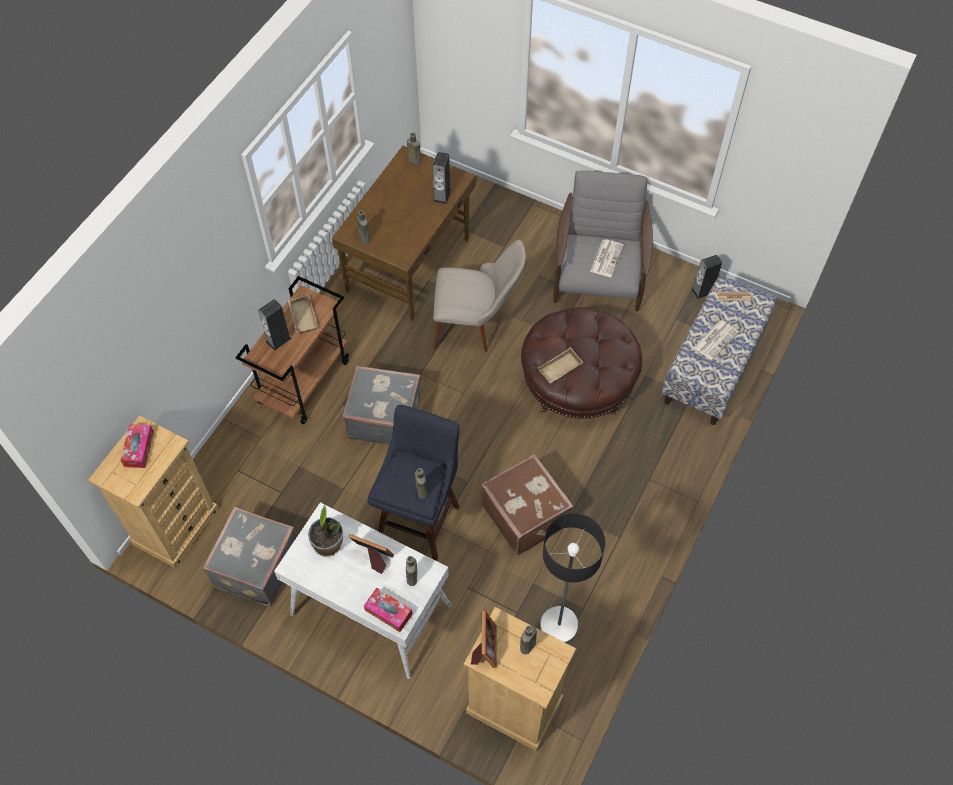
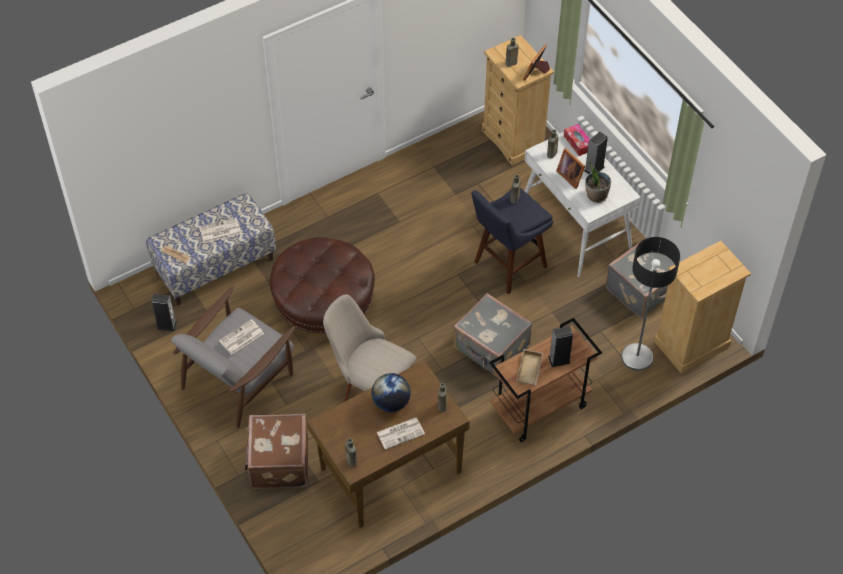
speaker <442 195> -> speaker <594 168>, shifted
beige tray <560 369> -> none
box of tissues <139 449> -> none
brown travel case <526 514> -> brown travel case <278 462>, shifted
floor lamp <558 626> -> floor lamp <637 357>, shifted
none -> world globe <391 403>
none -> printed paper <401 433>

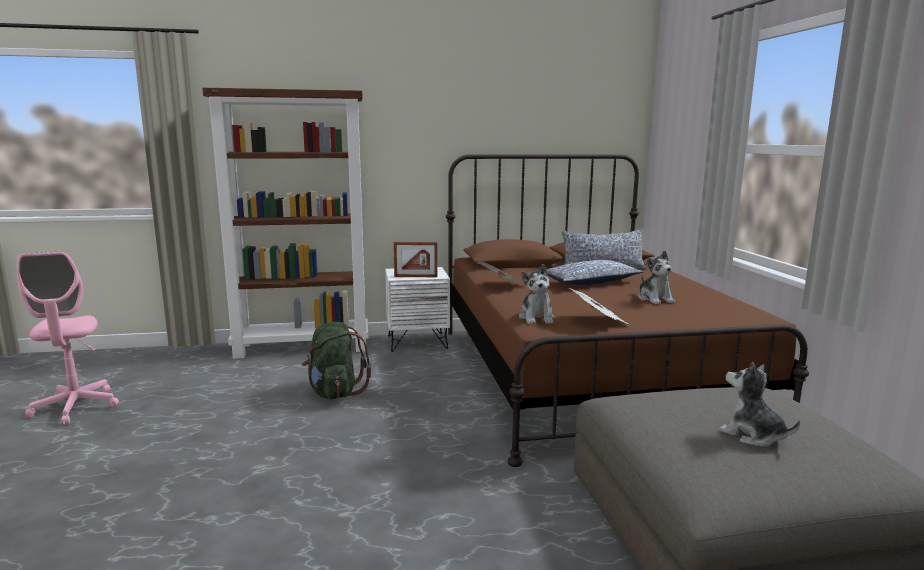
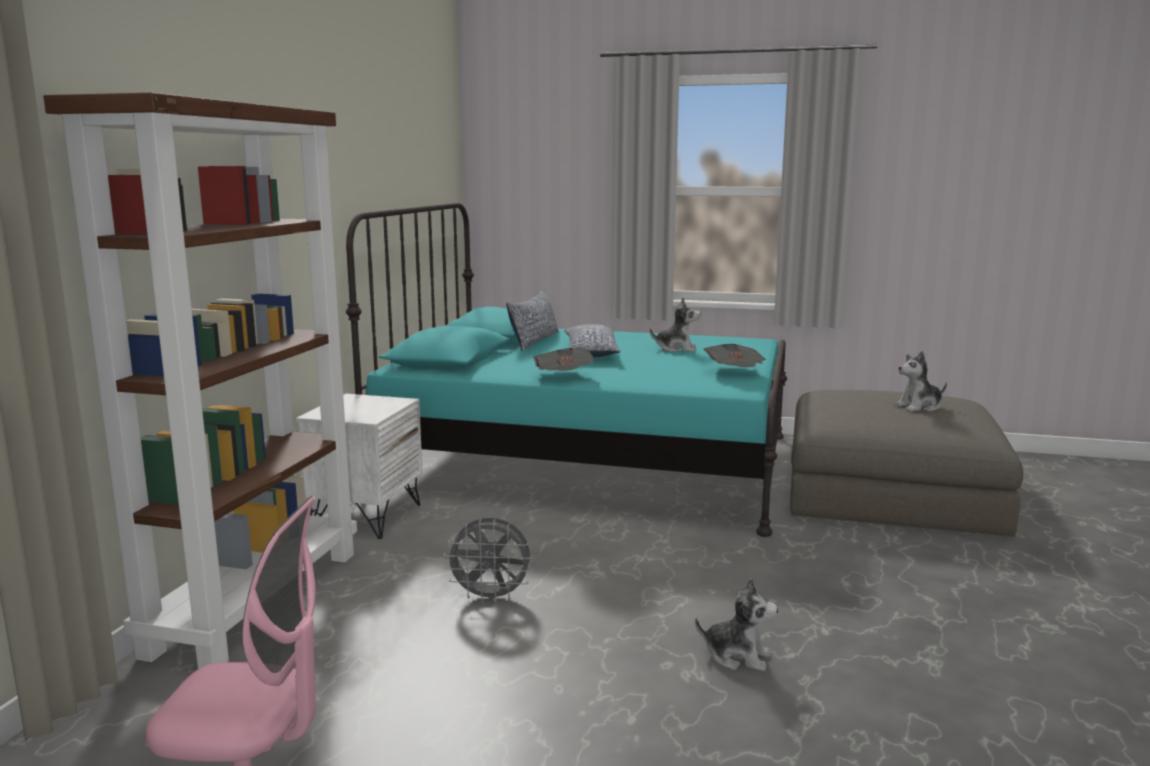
brown sleeping bed <585 375> -> blue-green sleeping bed <589 463>
picture frame <415 276> -> none
soft toy <537 318> -> soft toy <737 656>, shifted
green-coloured rucksack <335 392> -> gray electric fan <491 597>

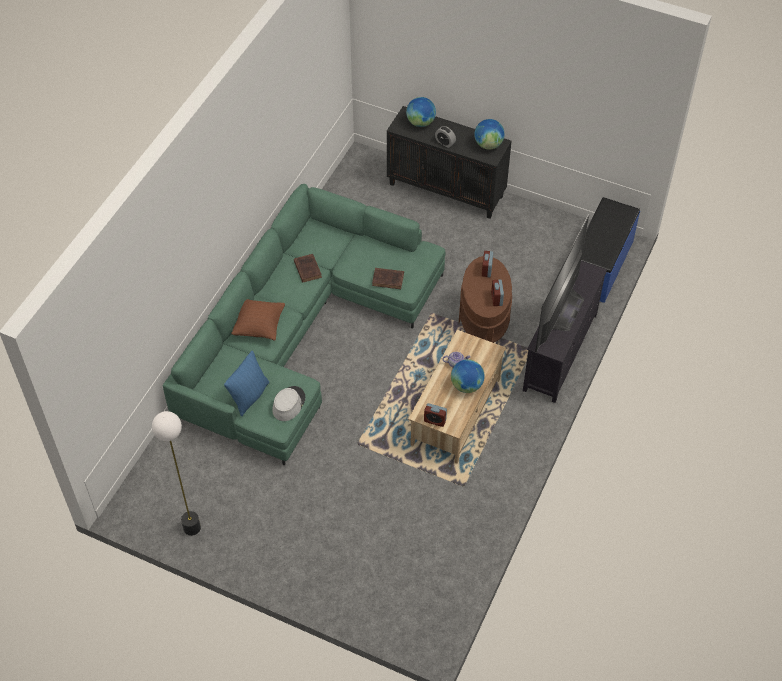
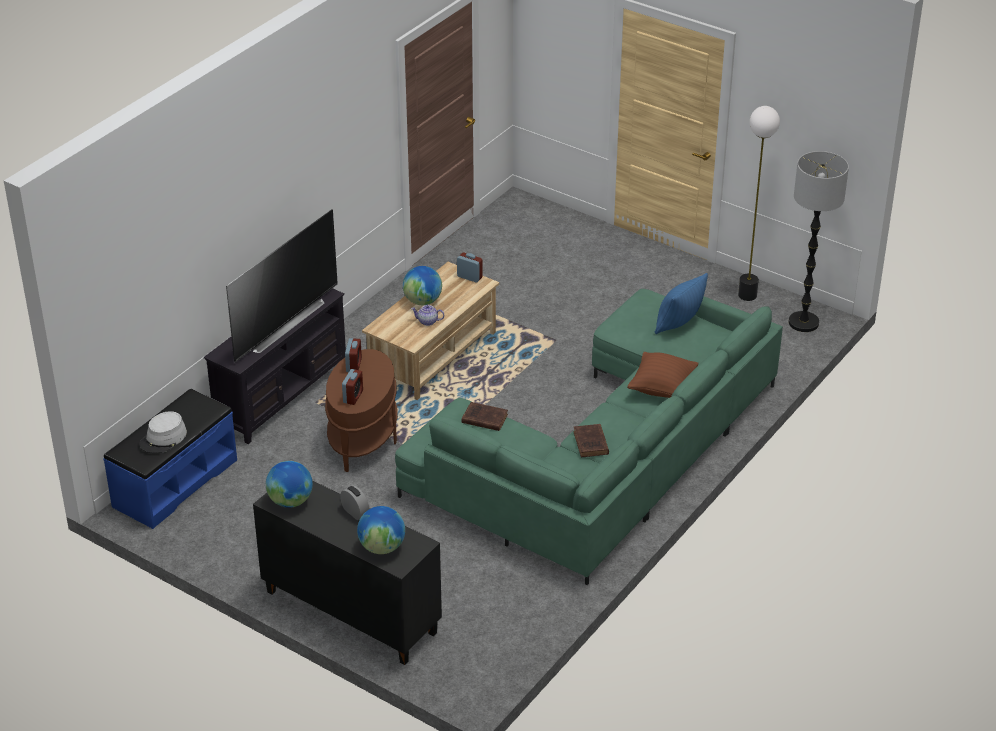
gray clothing hat <288 404> -> gray clothing hat <163 438>, shifted
none -> floor lamp <803 322>

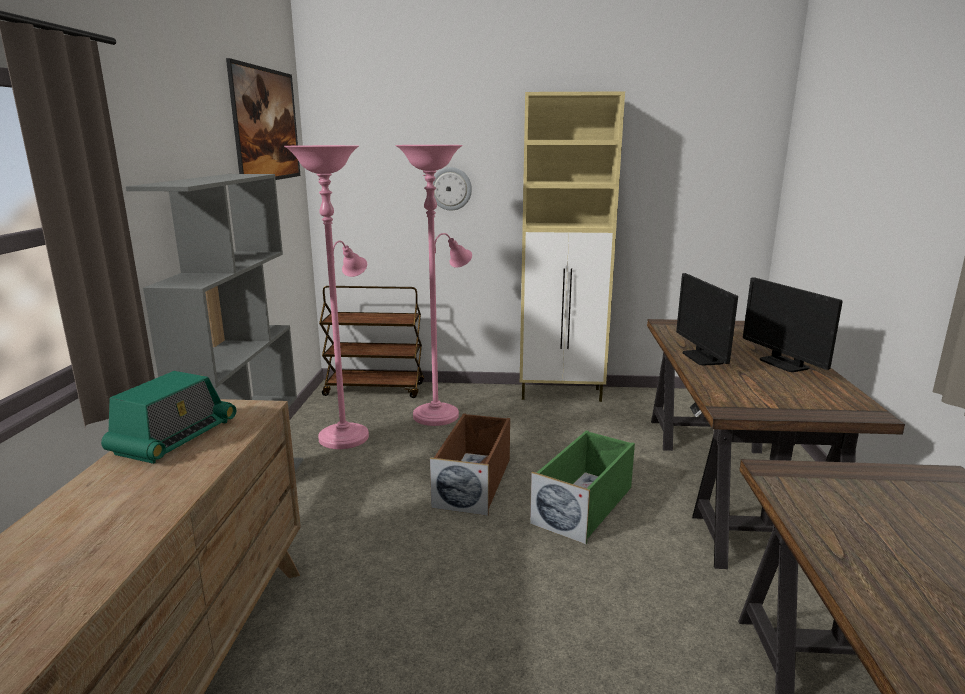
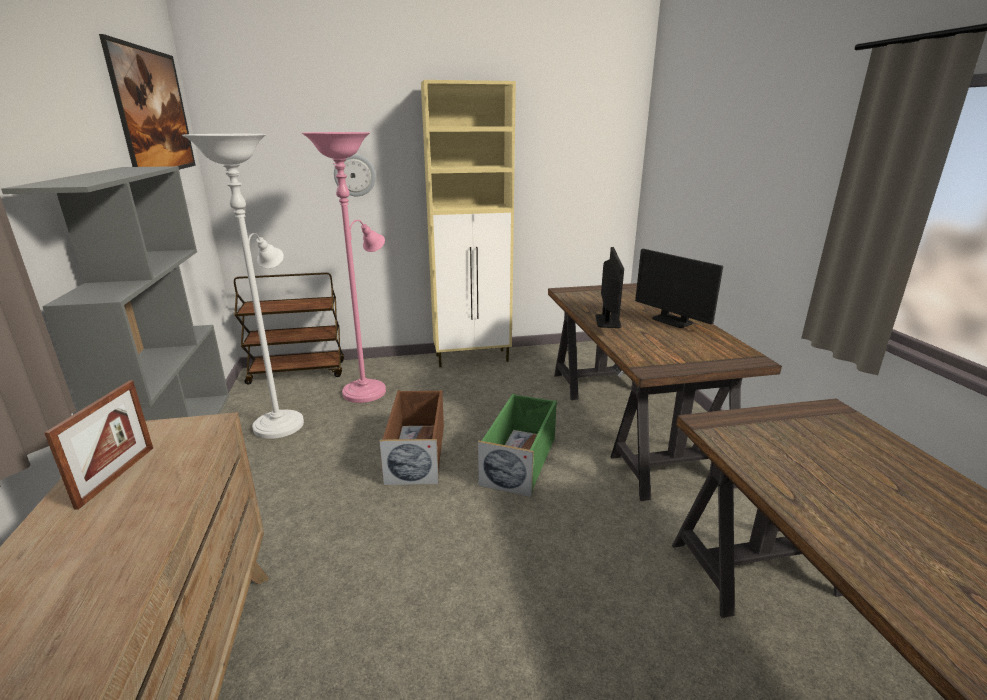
pink-coloured floor lamp <346 434> -> white floor lamp <281 422>
monitor <702 358> -> monitor <607 321>, 150 degrees counterclockwise
radio set <174 438> -> picture frame <117 476>

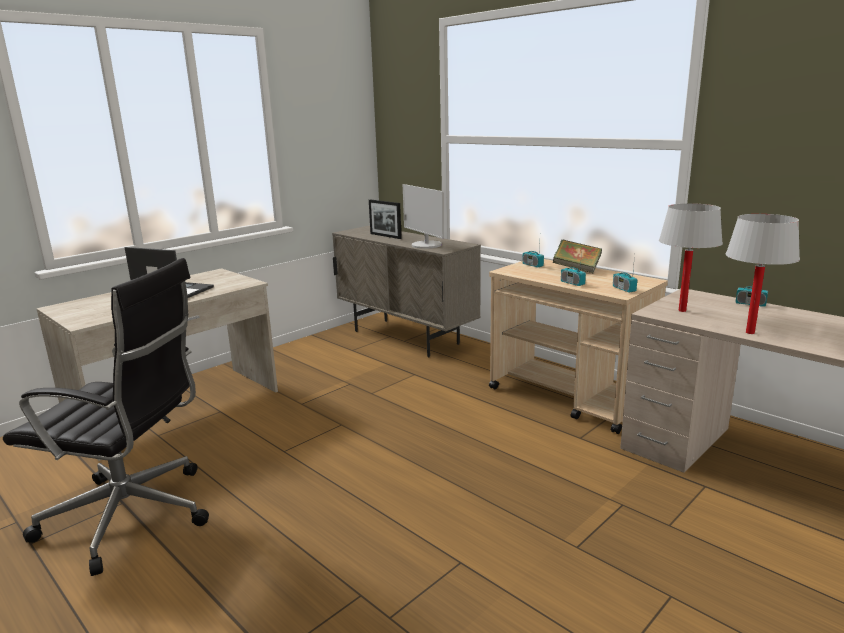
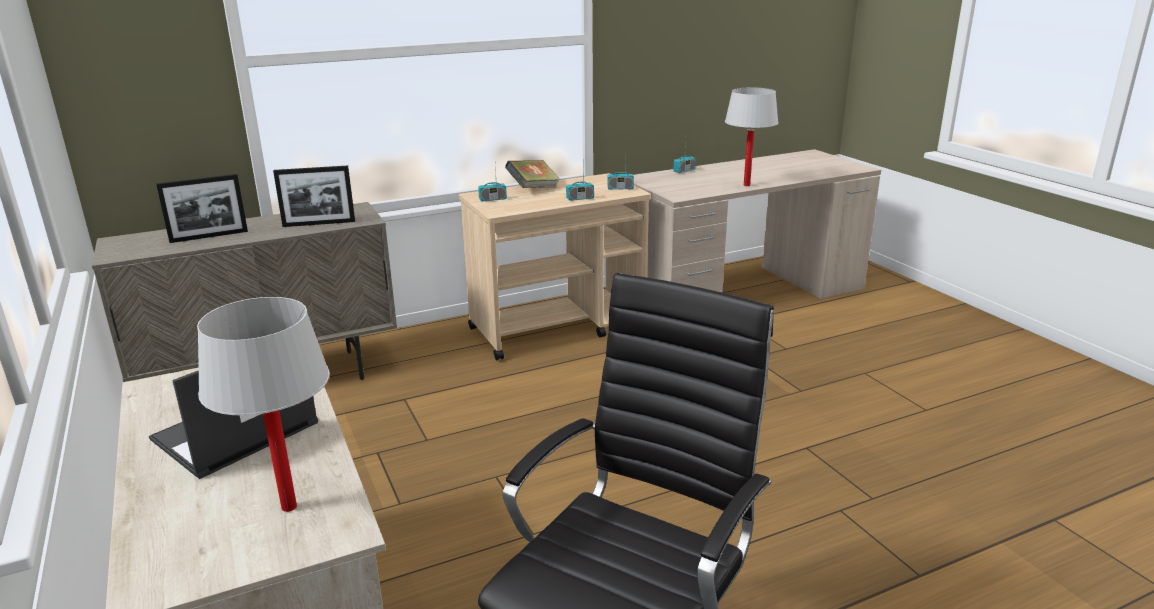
monitor <426 245> -> picture frame <319 223>
white tabletop lamp <682 310> -> white tabletop lamp <289 507>, shifted

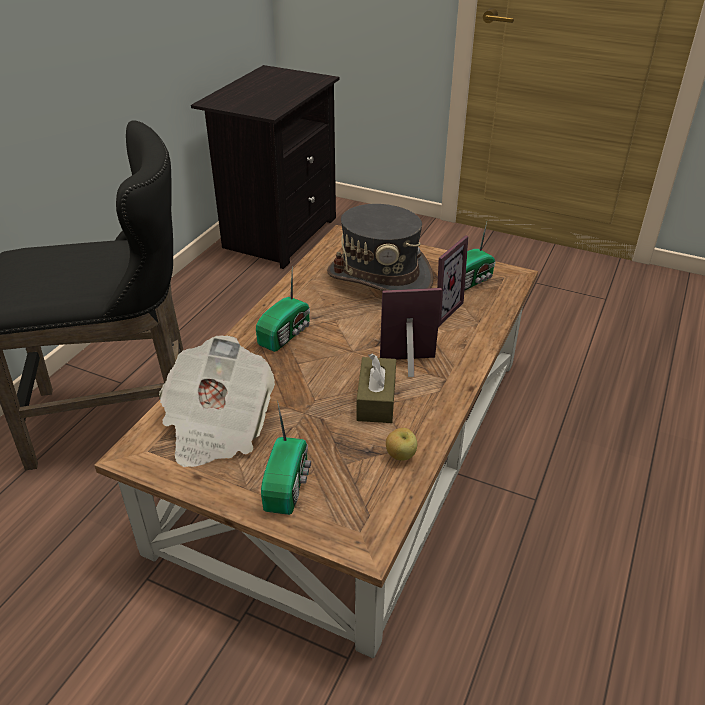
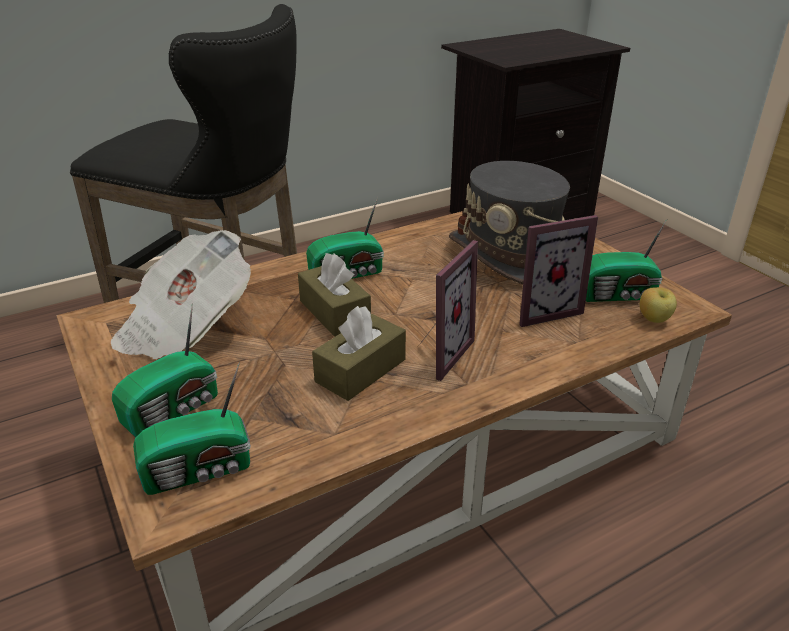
picture frame <409 367> -> picture frame <438 353>, 90 degrees clockwise
apple fruit <400 455> -> apple fruit <654 319>, shifted
none -> brown box of tissues <334 312>
none -> radio set <201 470>

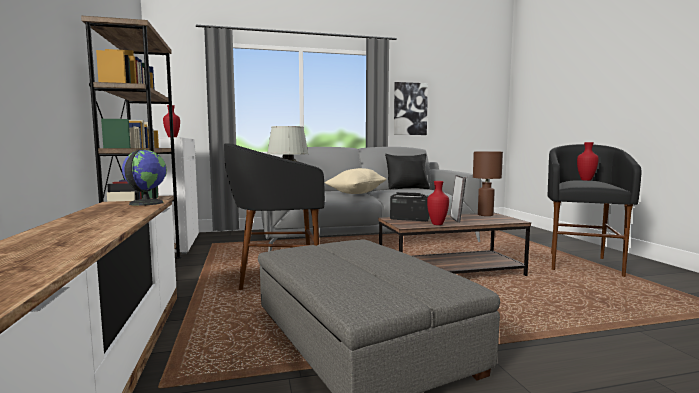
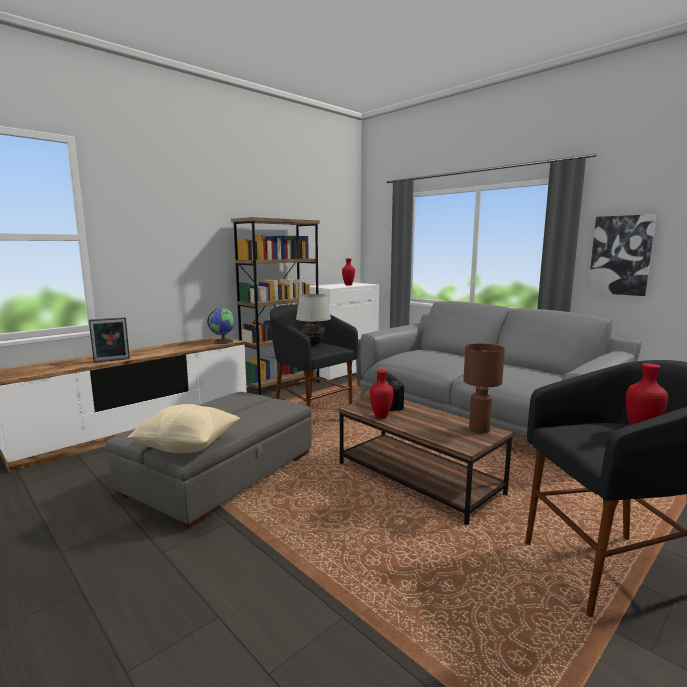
black throw pillow <407 188> -> none
beige throw pillow <356 193> -> beige throw pillow <187 447>, shifted
picture frame <457 219> -> picture frame <112 361>, shifted

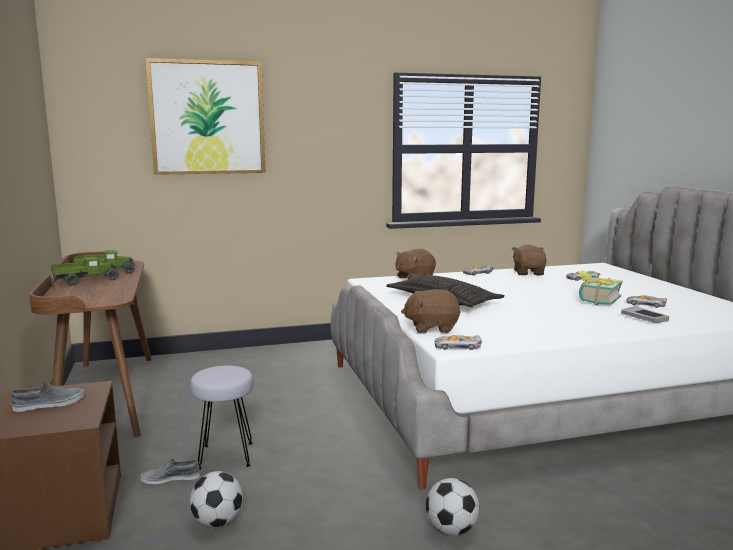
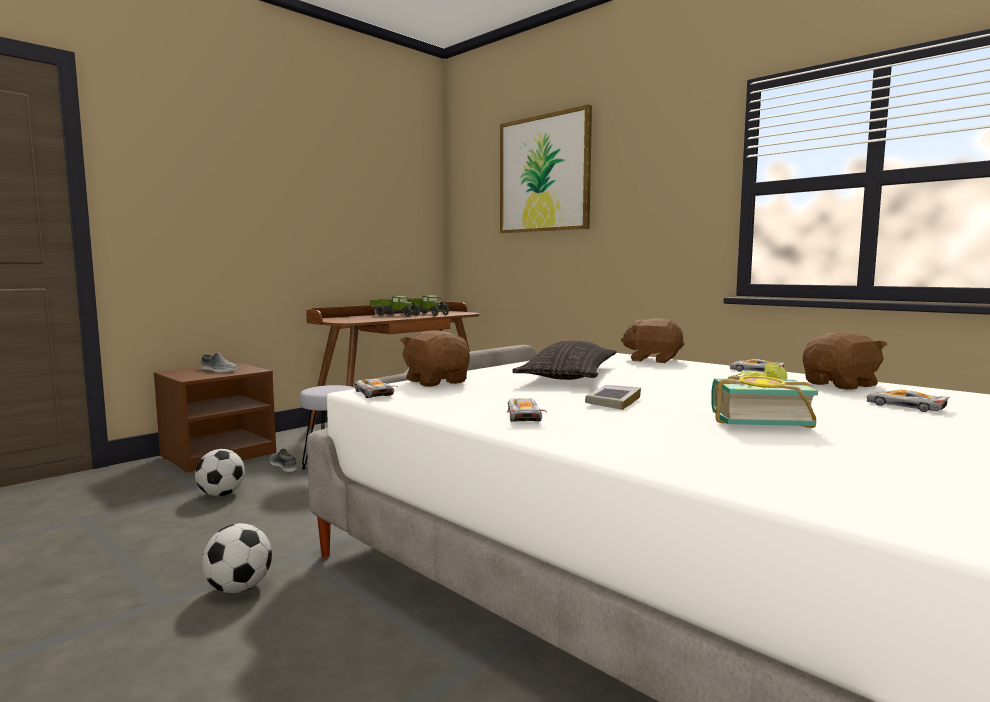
toy car <645 304> -> toy car <523 416>, shifted
book <644 318> -> book <613 402>, shifted

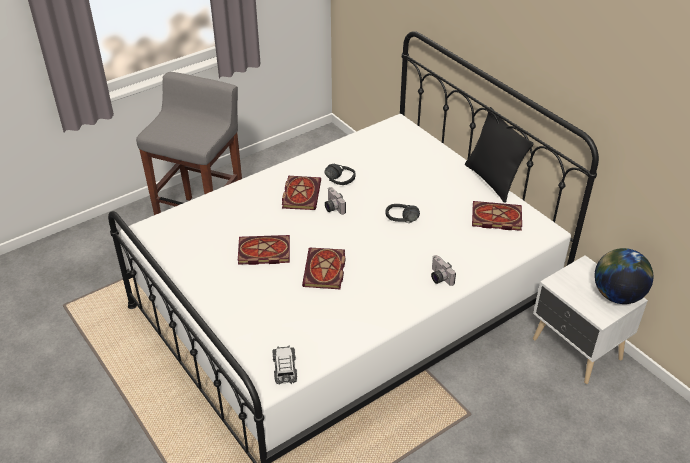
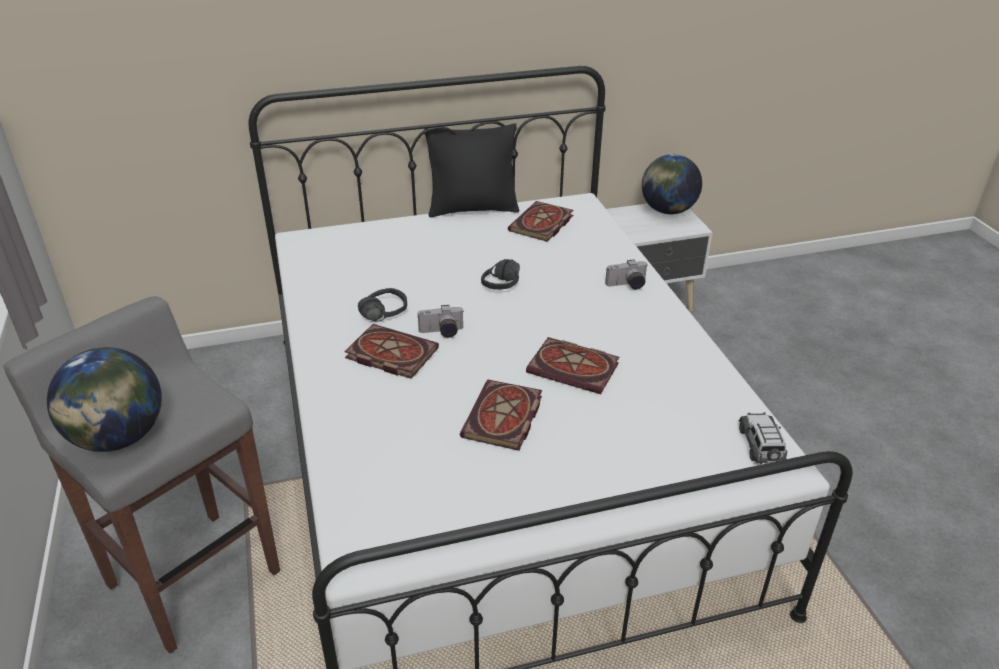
toy car <285 369> -> toy car <761 446>, 75 degrees clockwise
none -> world globe <119 438>

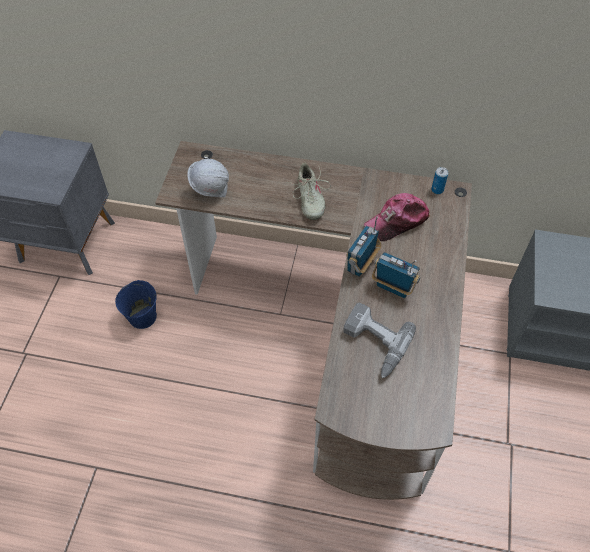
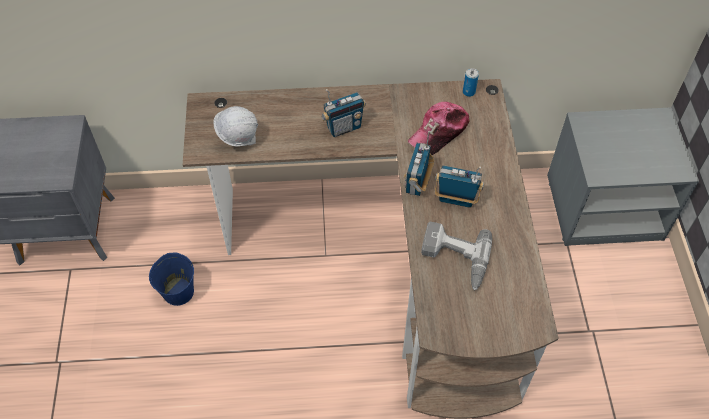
beige shoe <309 199> -> radio set <343 127>

